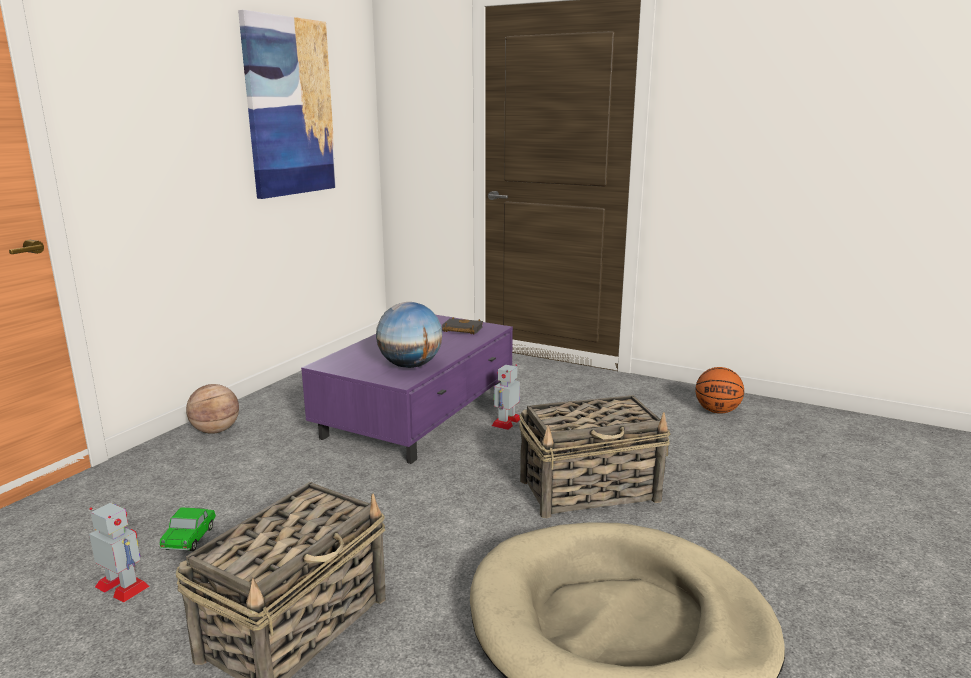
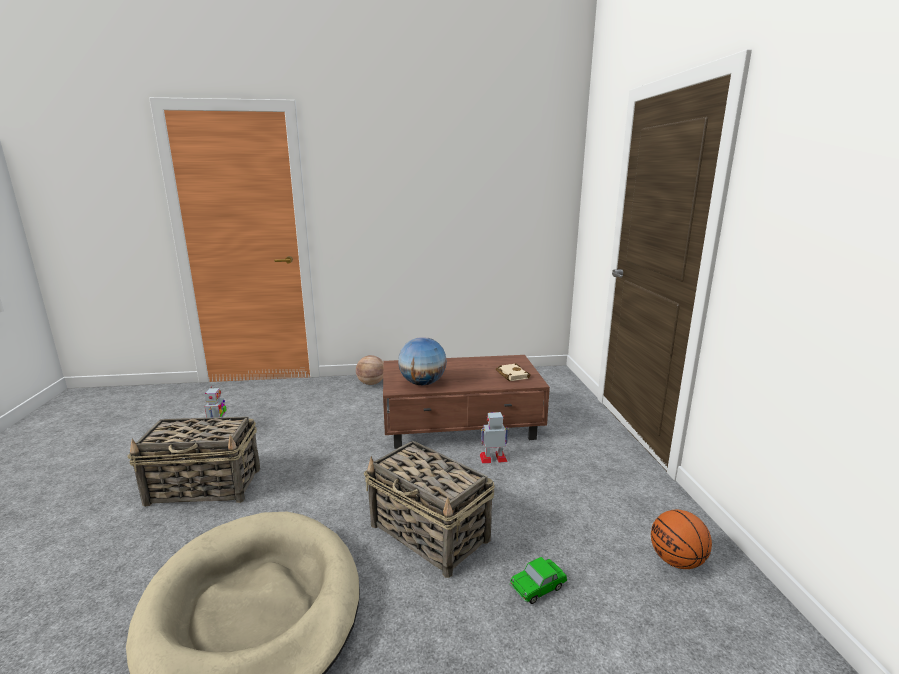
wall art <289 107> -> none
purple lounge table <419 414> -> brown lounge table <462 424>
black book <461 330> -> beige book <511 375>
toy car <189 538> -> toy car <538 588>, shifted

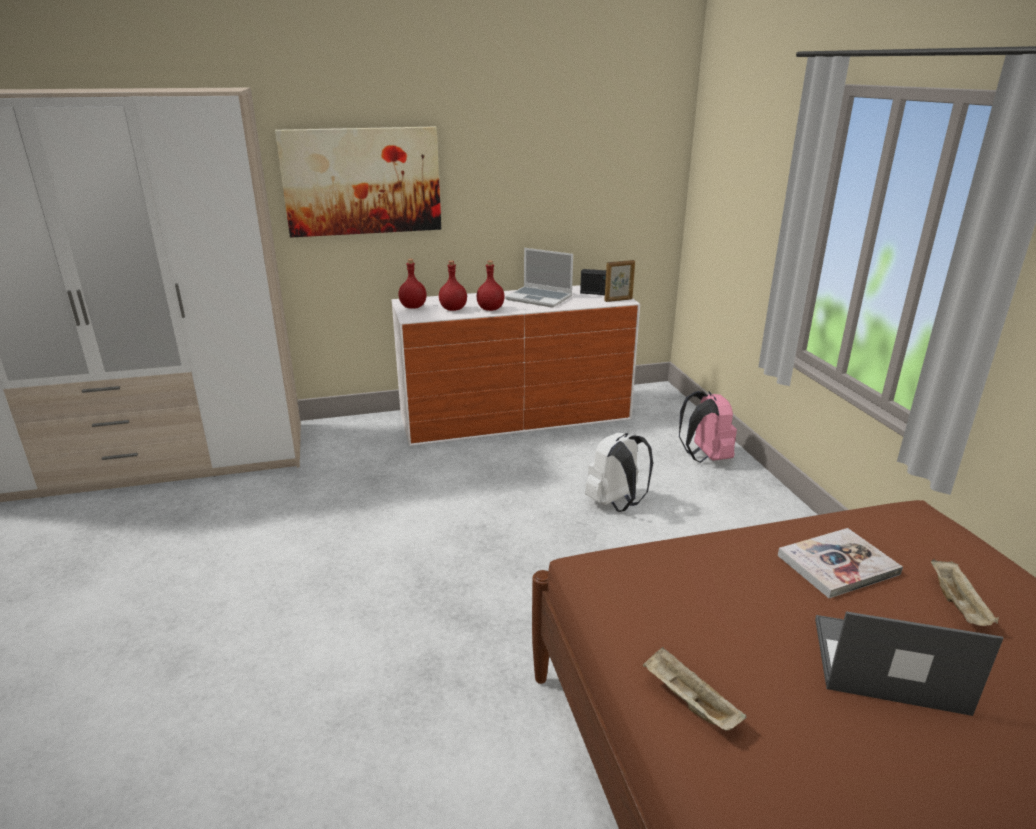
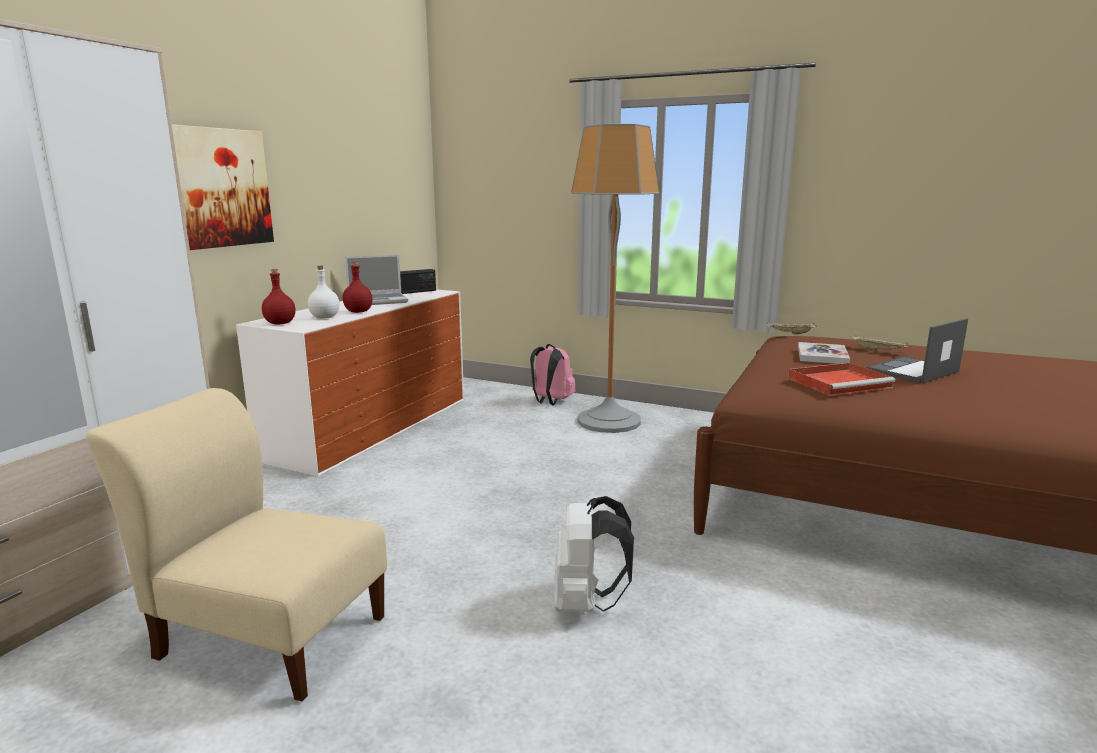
picture frame <618 300> -> none
red beverage bottle <452 309> -> white beverage bottle <324 317>
white rucksack <616 503> -> white rucksack <586 603>, shifted
beige tray <688 702> -> beige tray <790 333>, shifted
none -> floor lamp <609 421>
none -> red tray <840 383>
none -> beige chair <266 634>

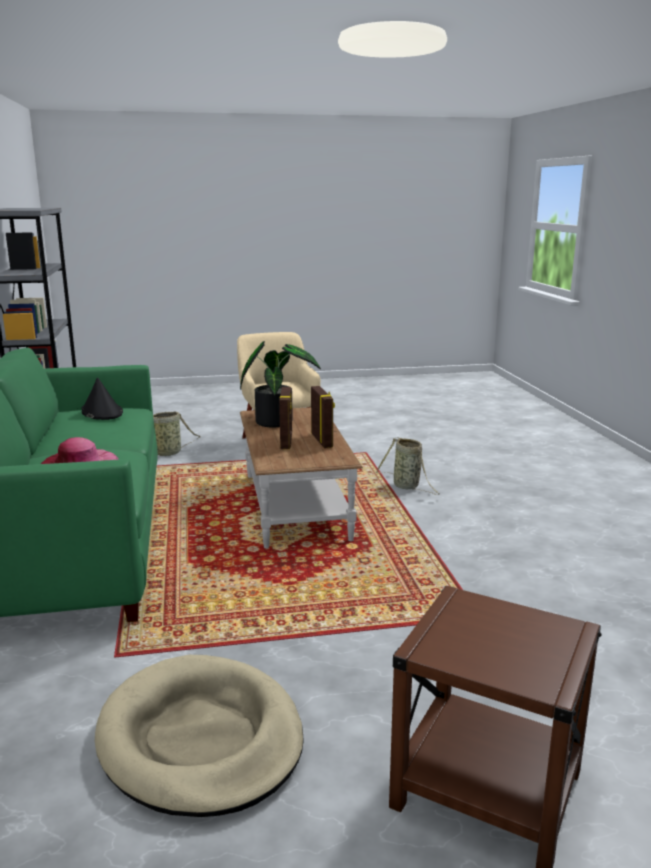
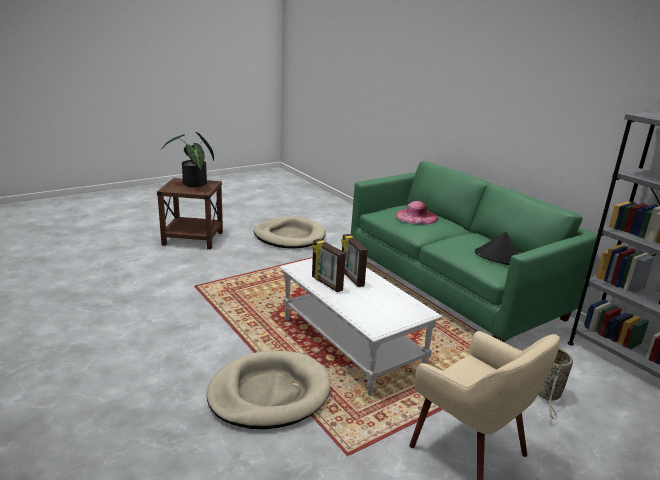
houseplant <277 421> -> houseplant <193 184>, shifted
brown lounge table <295 506> -> white lounge table <351 344>
storage basket <407 486> -> beige dog bed <269 393>

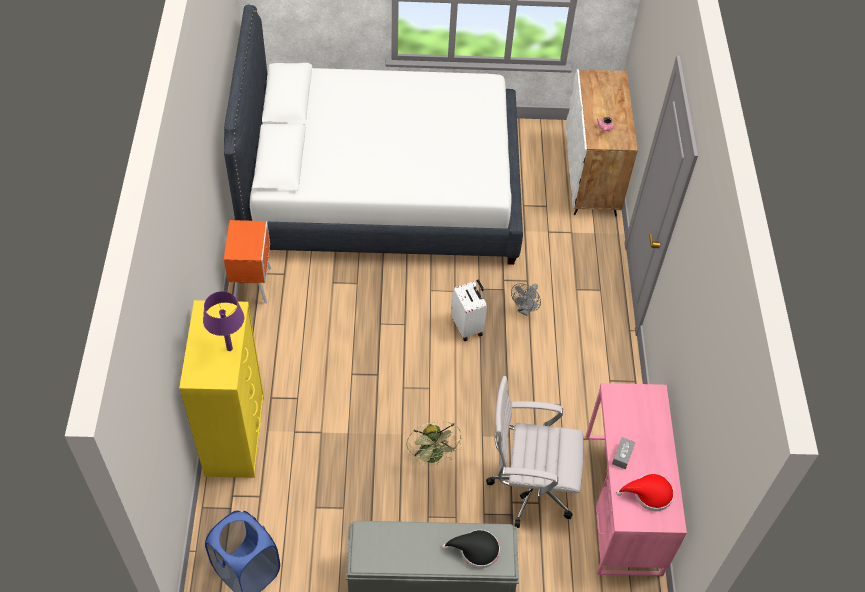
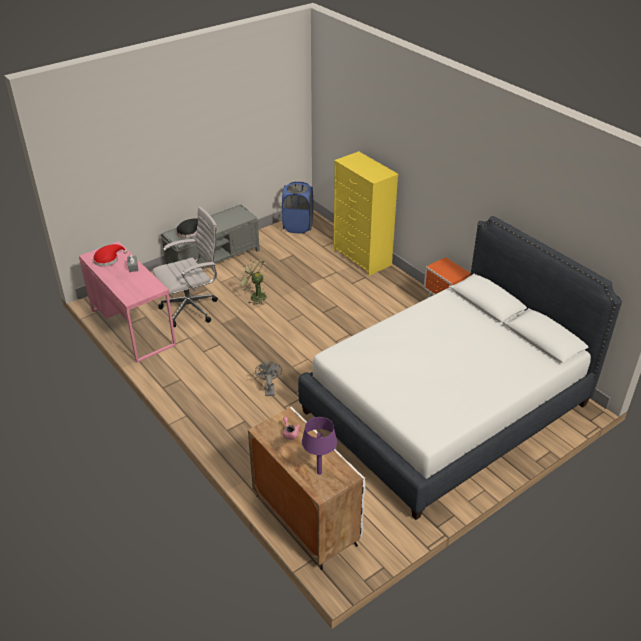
white travel case <467 326> -> none
purple tabletop lamp <230 348> -> purple tabletop lamp <319 473>, shifted

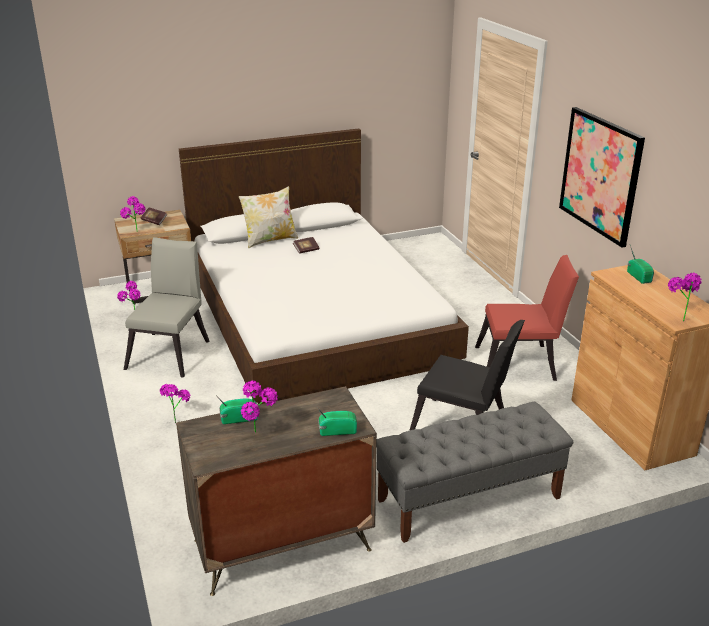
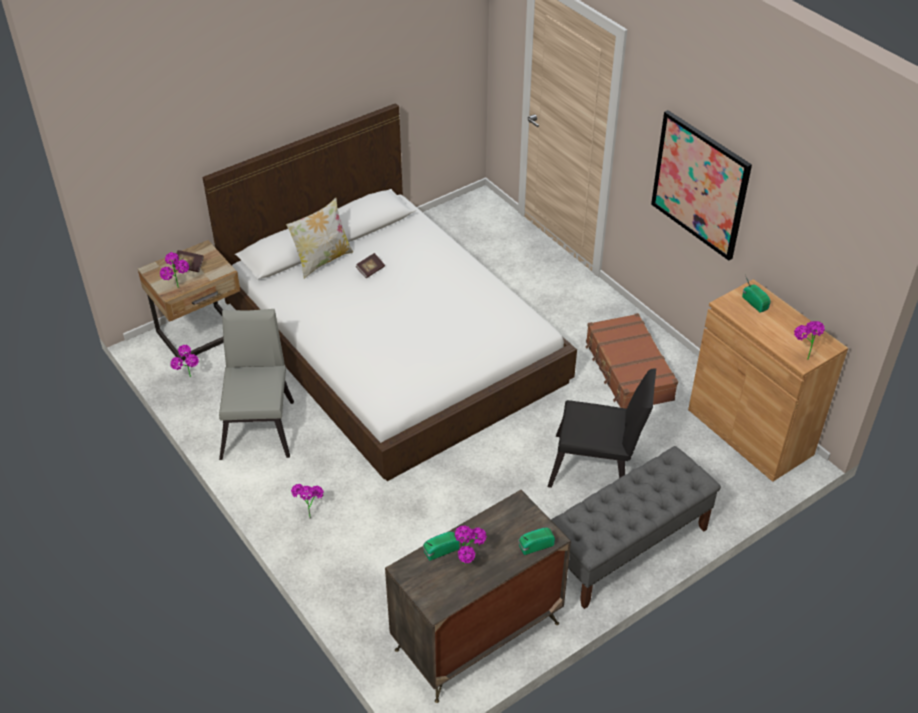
red chair <521 364> -> brown travel case <628 371>

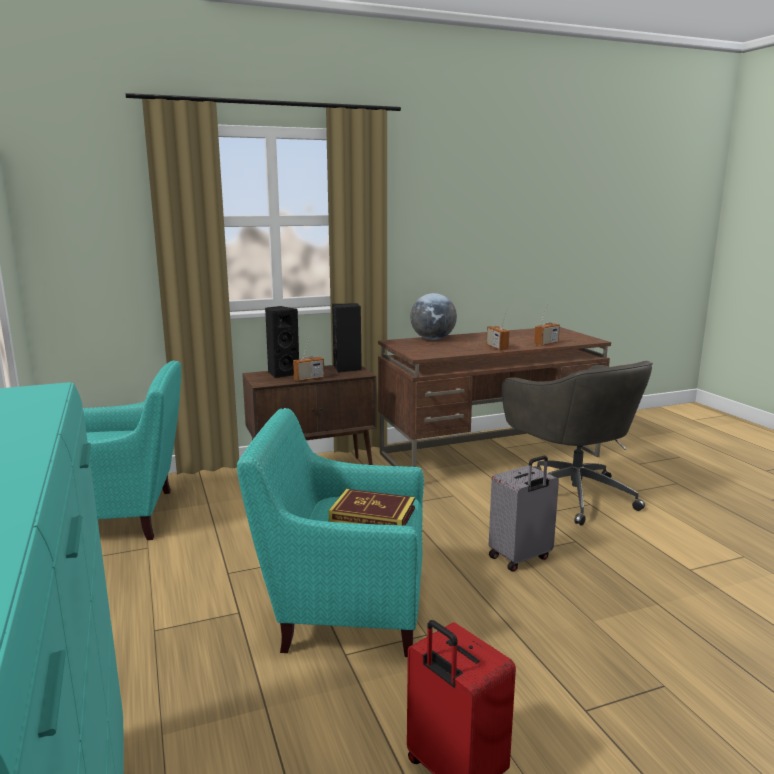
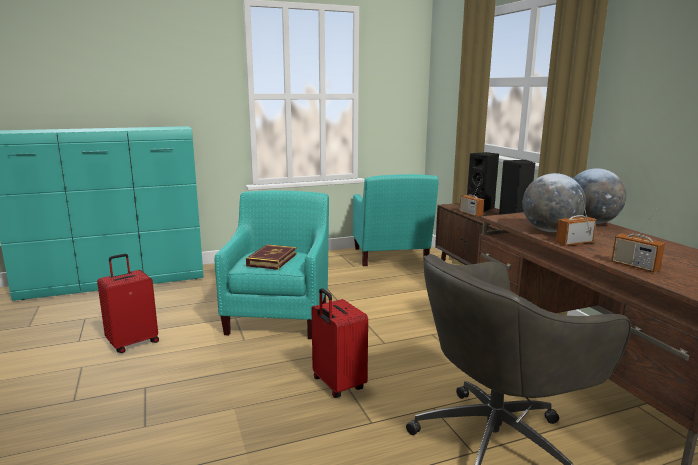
gray travel case <520 558> -> red travel case <337 385>
none -> world globe <550 231>

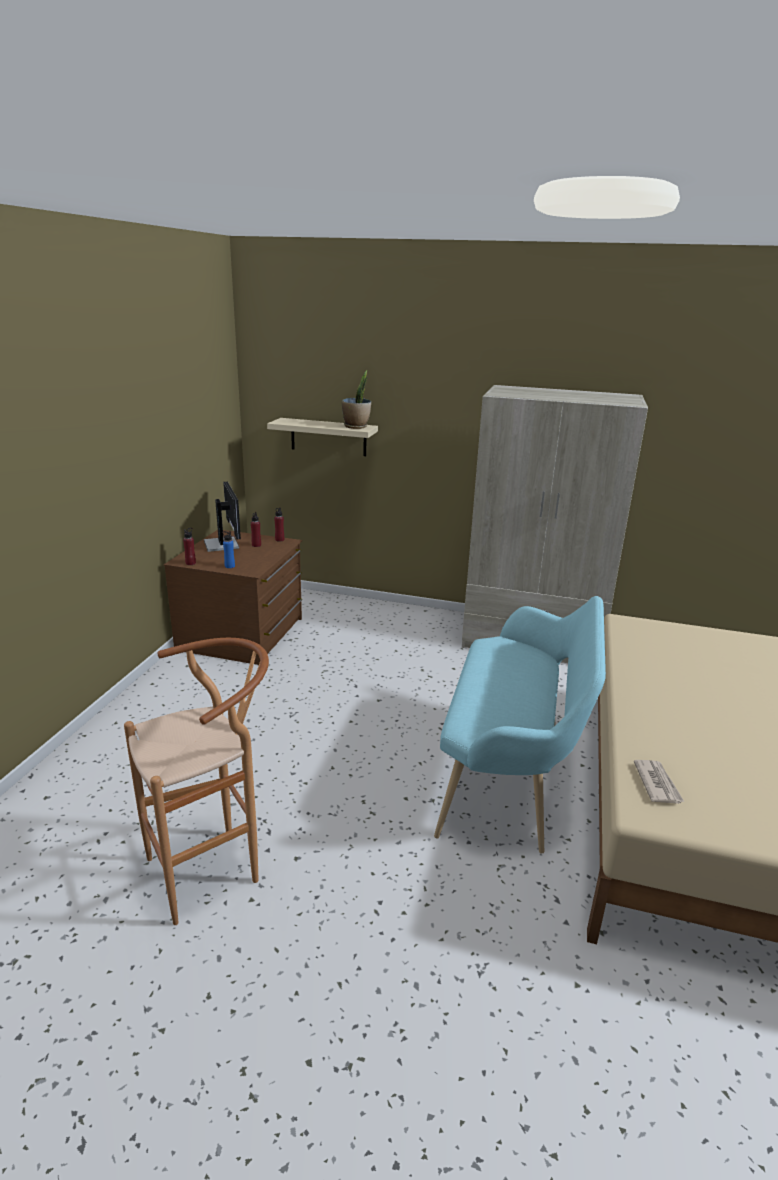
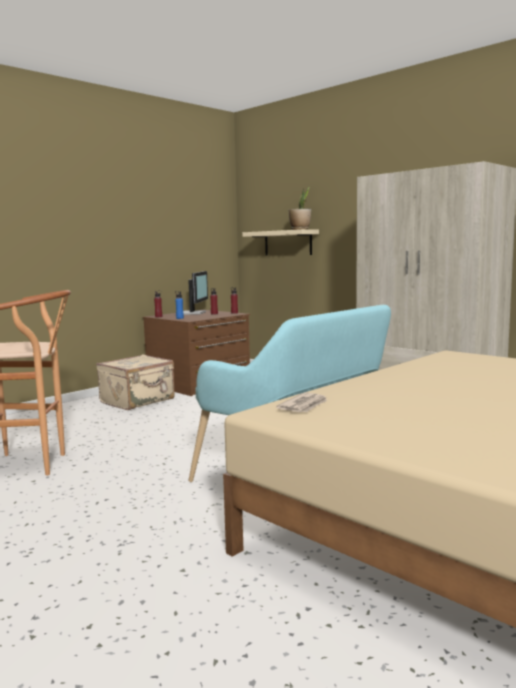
none -> beige travel case <138 401>

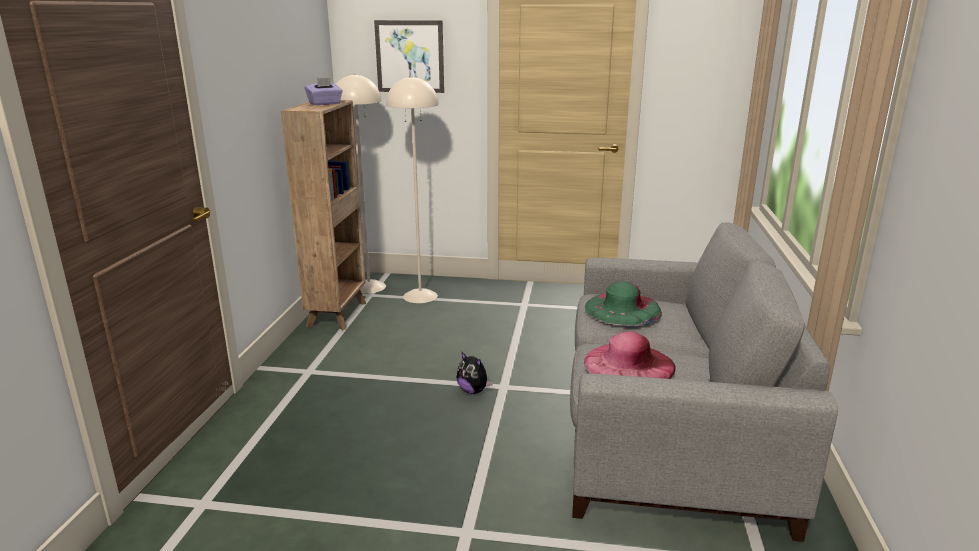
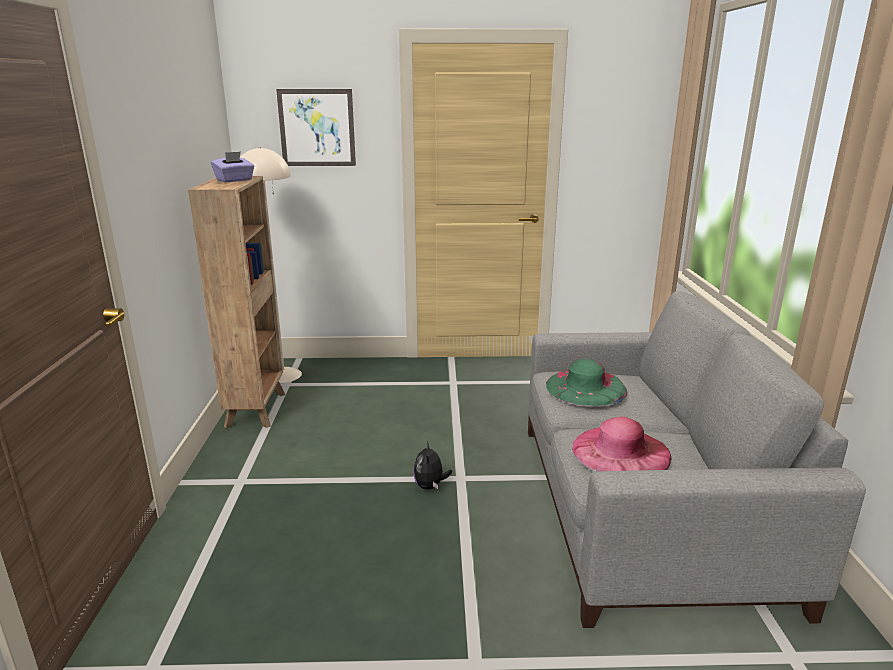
beige floor lamp <420 296> -> none
soft toy <473 391> -> soft toy <430 486>, 60 degrees clockwise

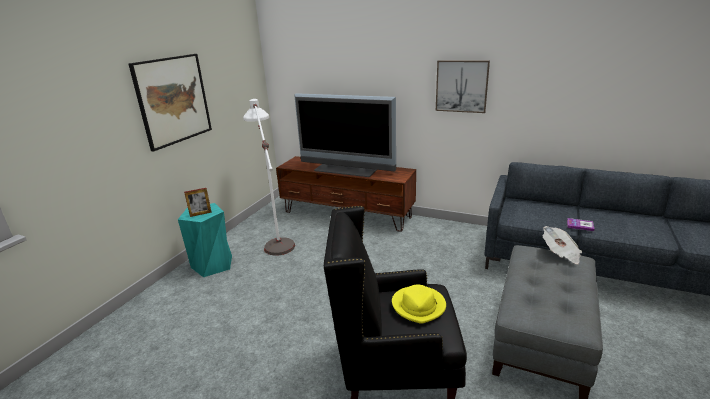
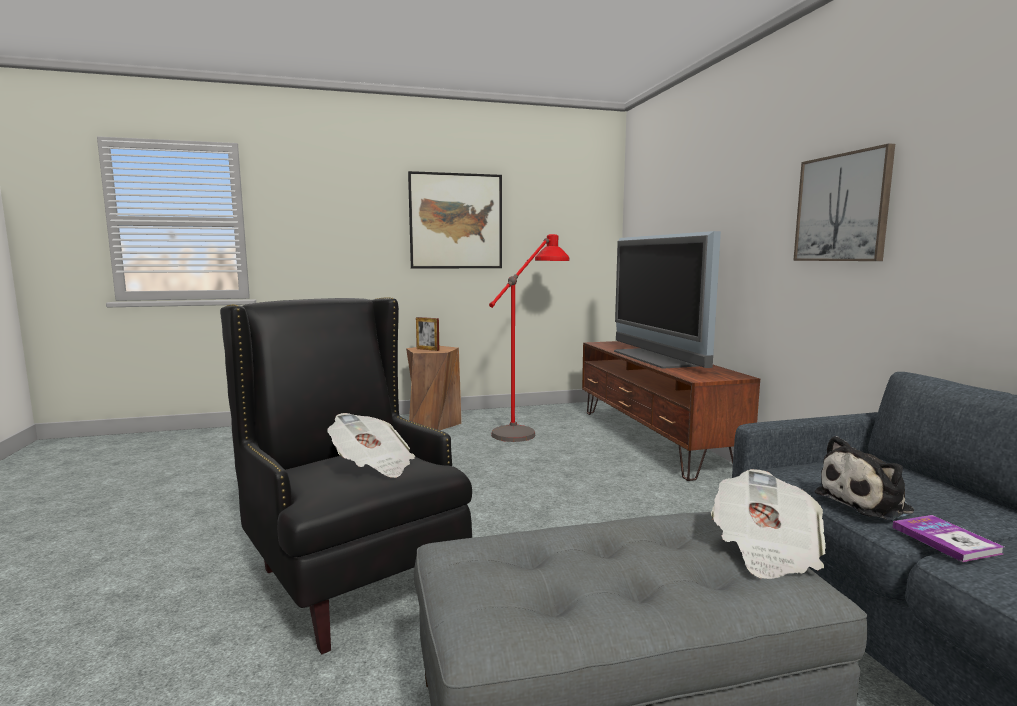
white floor lamp <276 237> -> red floor lamp <529 427>
blue-green stool seat <213 264> -> brown stool seat <434 423>
yellowish clothing hat <419 306> -> printed paper <373 466>
none -> soft toy <867 502>

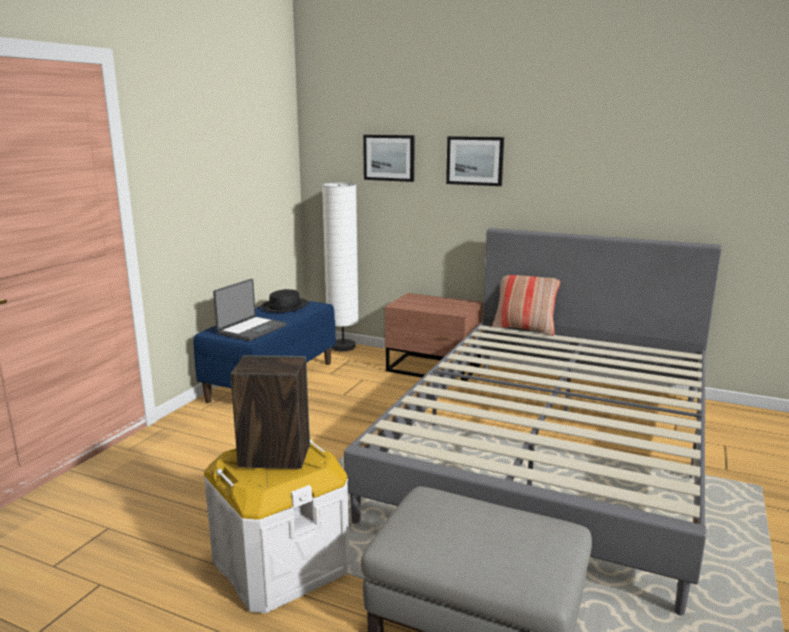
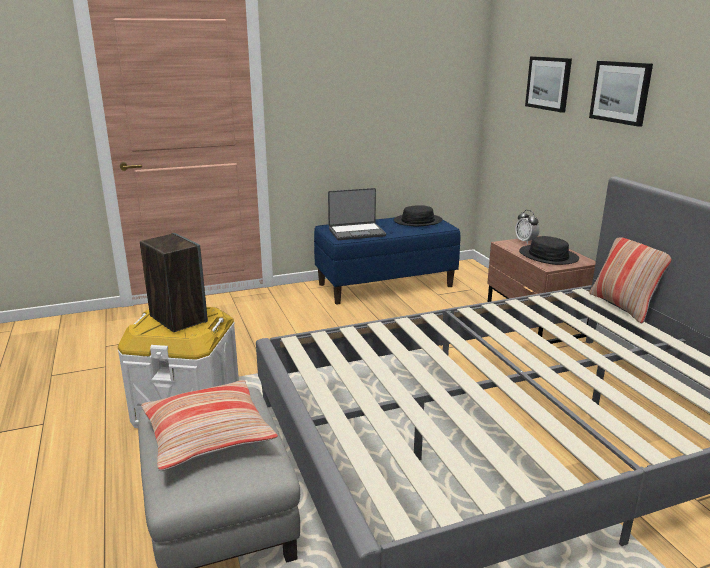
white floor lamp <343 347> -> none
none -> alarm clock <525 241>
none -> black clothing hat <548 256>
none -> throw pillow <208 435>

